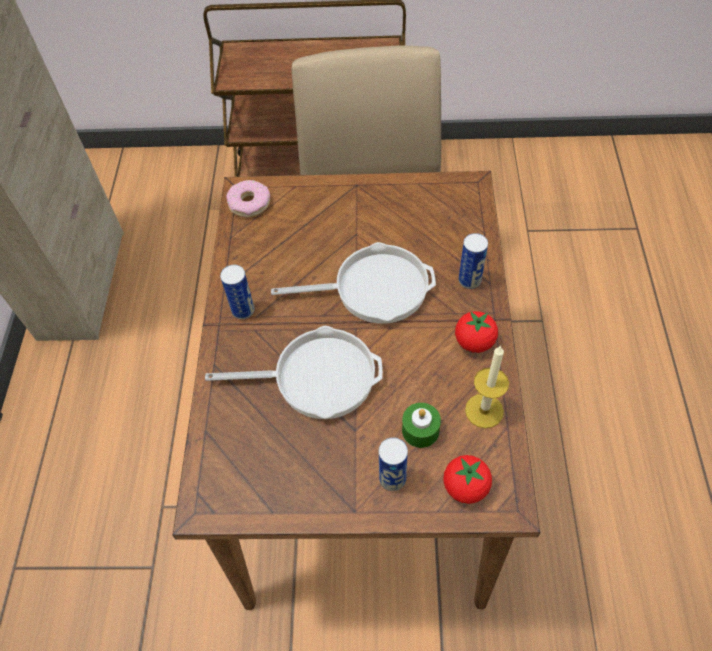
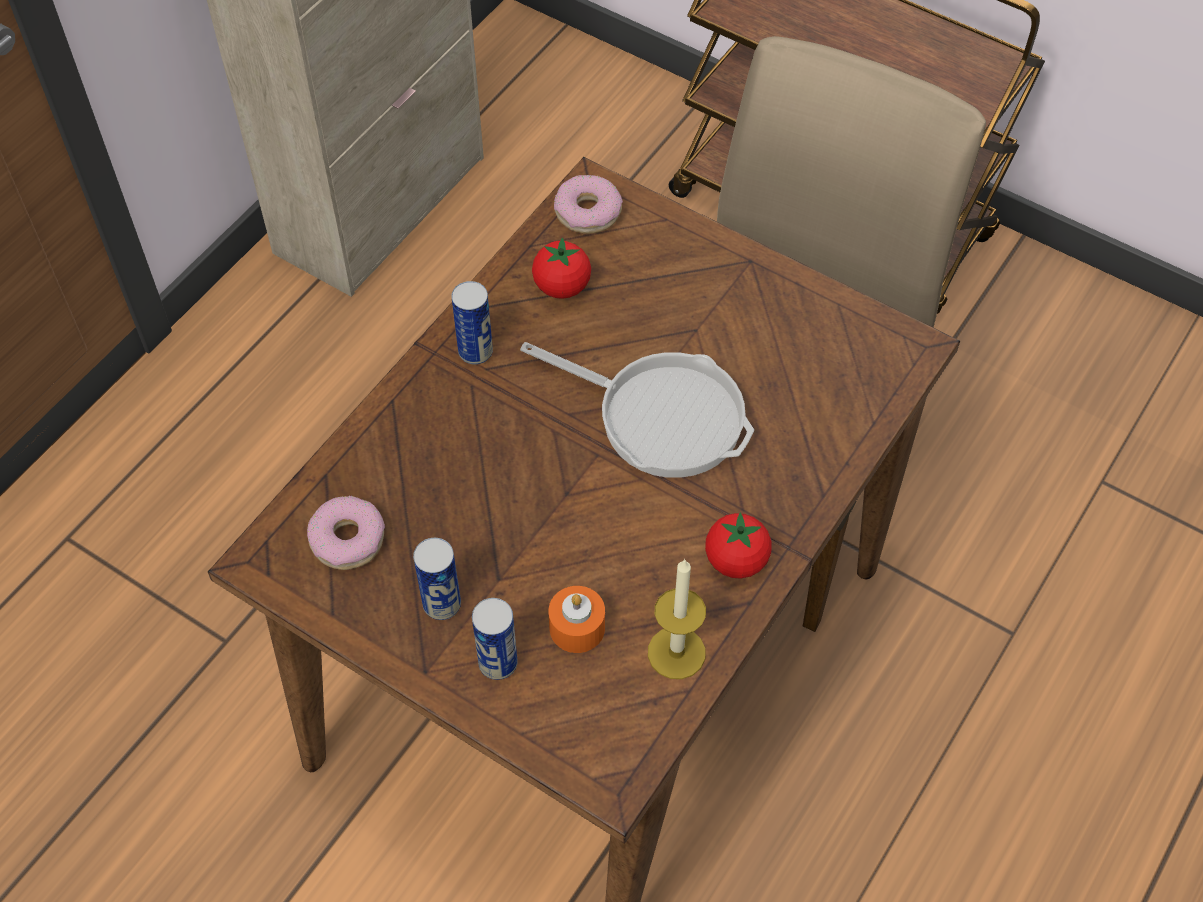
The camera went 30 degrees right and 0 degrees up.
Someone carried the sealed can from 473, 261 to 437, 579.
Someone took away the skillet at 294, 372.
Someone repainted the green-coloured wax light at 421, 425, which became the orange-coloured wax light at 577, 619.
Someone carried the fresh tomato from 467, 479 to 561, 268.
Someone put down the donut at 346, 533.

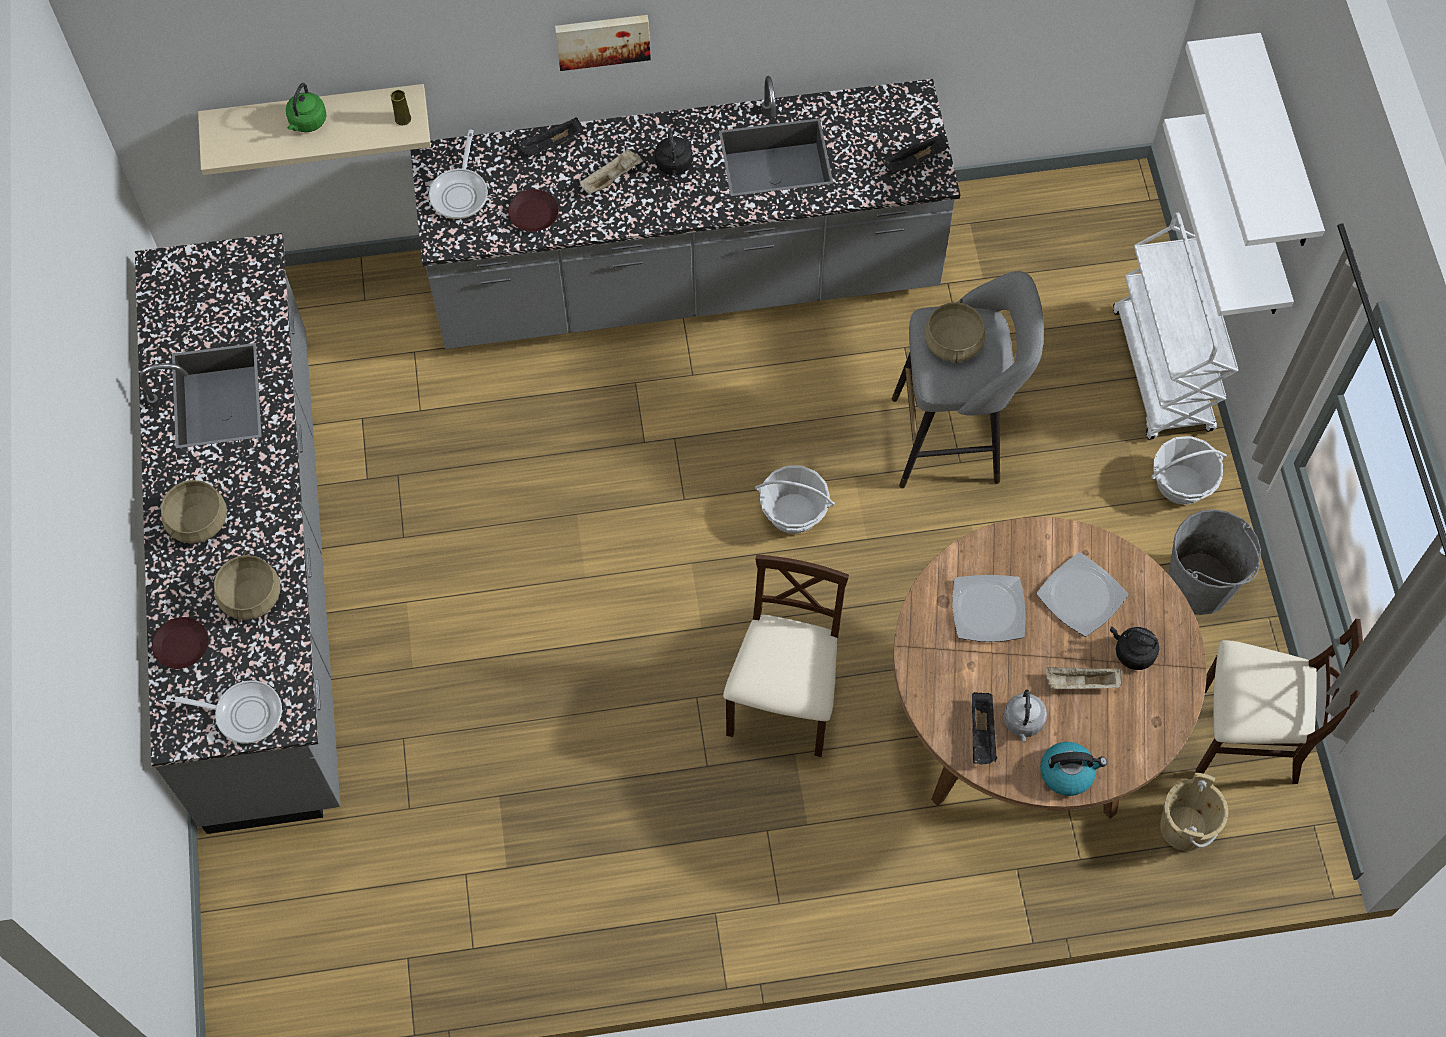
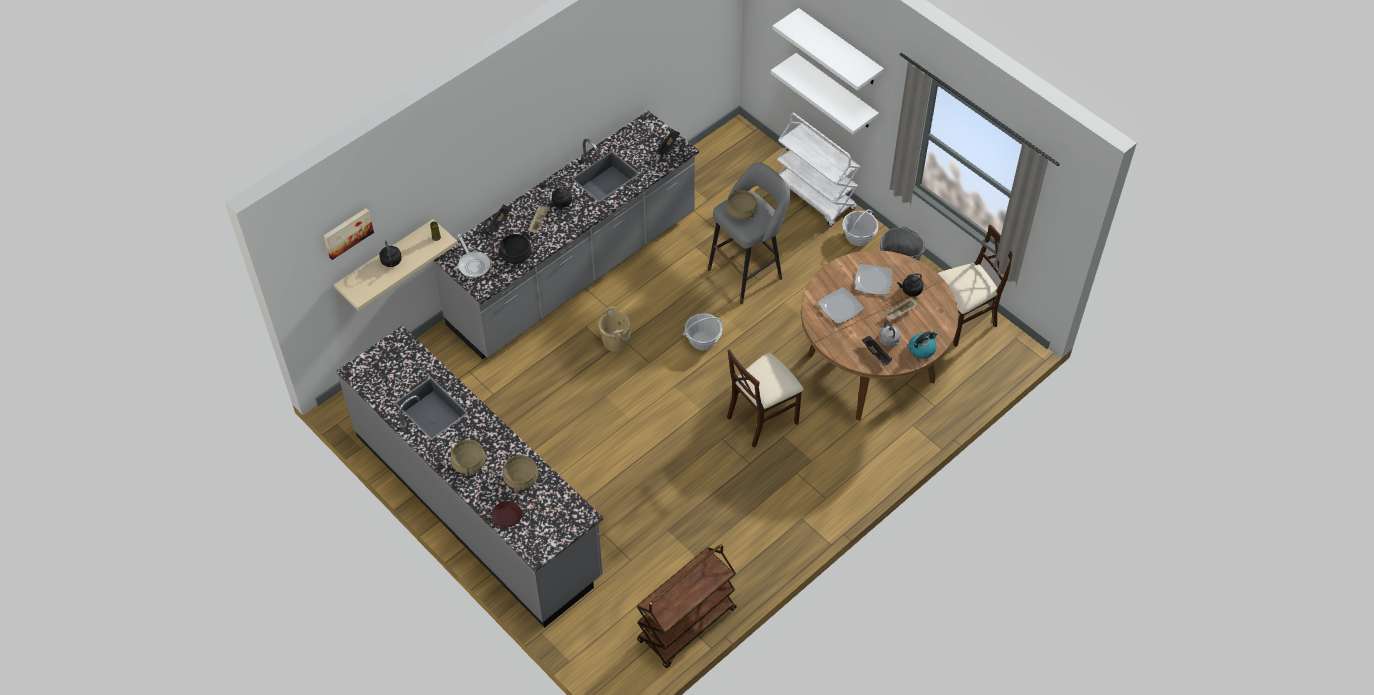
The camera went 35 degrees left and 10 degrees down.
Someone carried the picture from 603, 43 to 348, 234.
Someone repainted the green-coloured kettle at 306, 107, which became the black-coloured kettle at 391, 254.
Someone swapped the brownish plate at 533, 210 for the black-coloured stockpot at 515, 249.
Someone rotated the sand-coloured upright chair at 786, 656 by 105 degrees counterclockwise.
Someone took away the skillet at 224, 712.
Someone carried the sand-coloured bucket from 1194, 812 to 614, 328.
Someone put down the brownish cart at 686, 606.

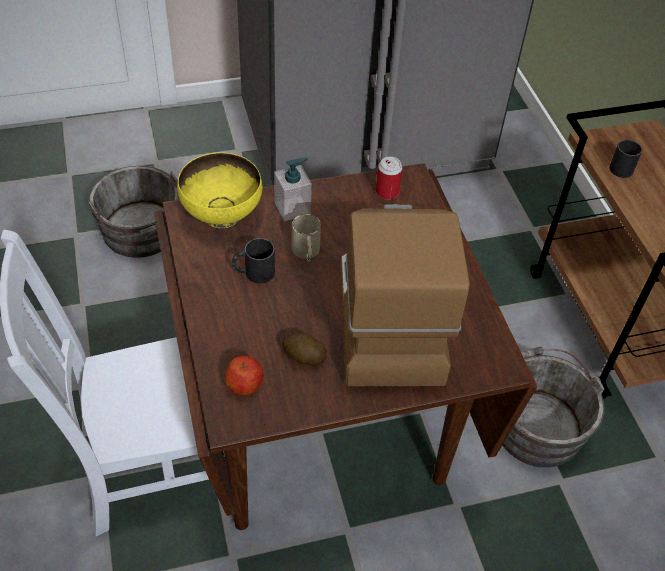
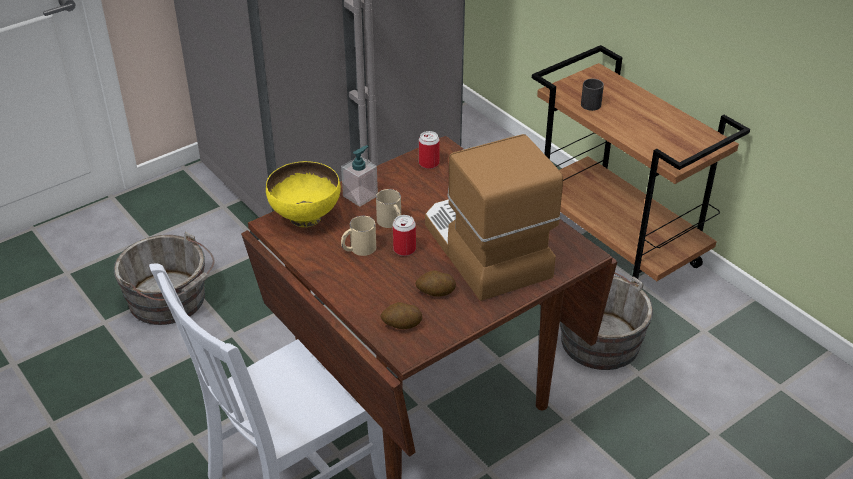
The camera went 20 degrees left and 10 degrees down.
Someone repainted the black-coloured tea mug at 253, 261, which became the sand-coloured tea mug at 358, 236.
Someone swapped the apple at 244, 375 for the potato at 401, 315.
Someone put down the sealed can at 404, 235.

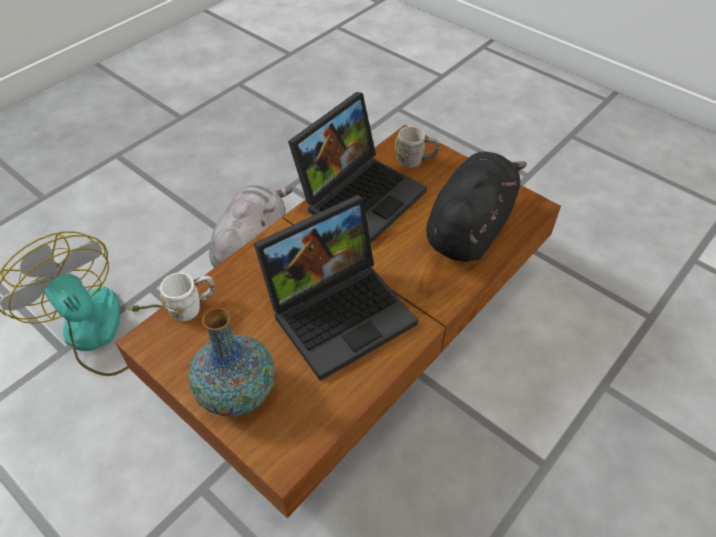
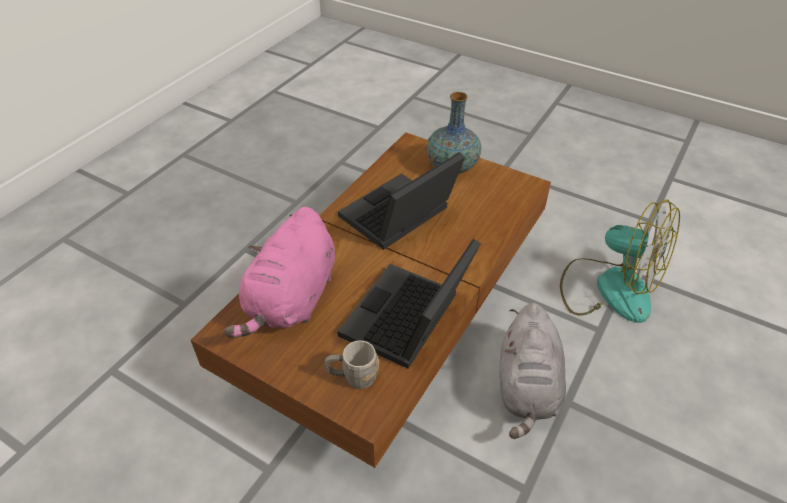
The camera went 170 degrees right and 5 degrees down.
Someone repainted the black-coloured cuddly toy at 476, 207, which became the pinkish cuddly toy at 279, 272.
Someone took away the white-coloured tea mug at 187, 297.

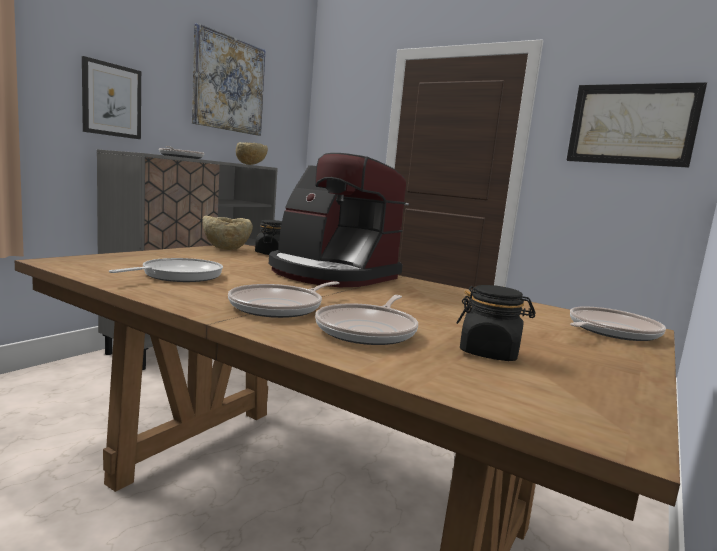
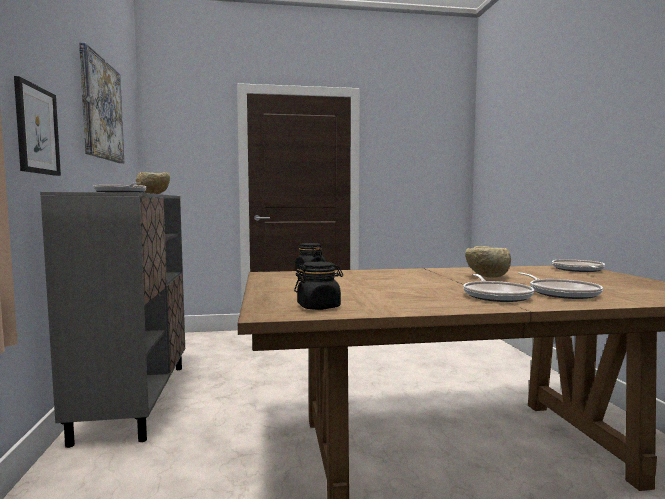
The camera went 40 degrees left and 5 degrees down.
Someone took away the picture at 636, 125.
Someone took away the coffee brewer at 337, 220.
Someone carried the sand-coloured serving bowl from 228, 232 to 488, 262.
Someone took away the skillet at 166, 270.
Someone carried the black-coloured jar from 496, 323 to 318, 286.

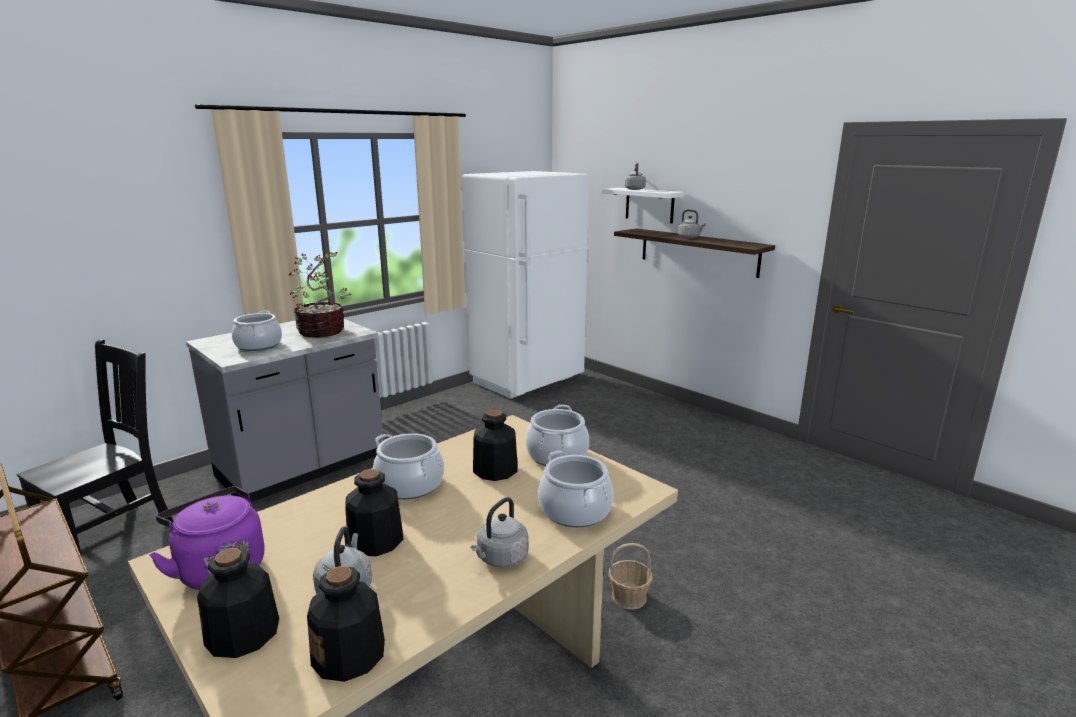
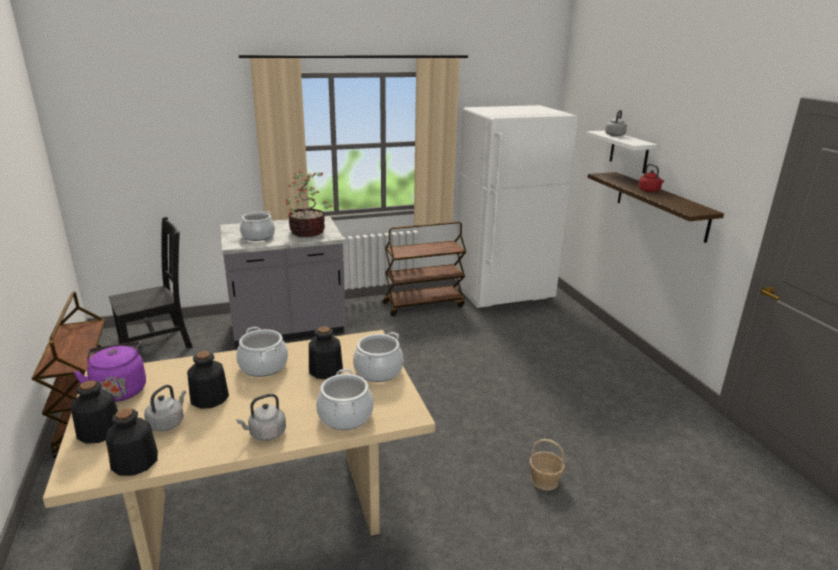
The camera went 25 degrees right and 5 degrees up.
Someone repainted the greyish kettle at 692, 224, which became the reddish kettle at 651, 178.
Someone carried the basket from 630, 576 to 547, 465.
Someone put down the brownish cart at 424, 269.

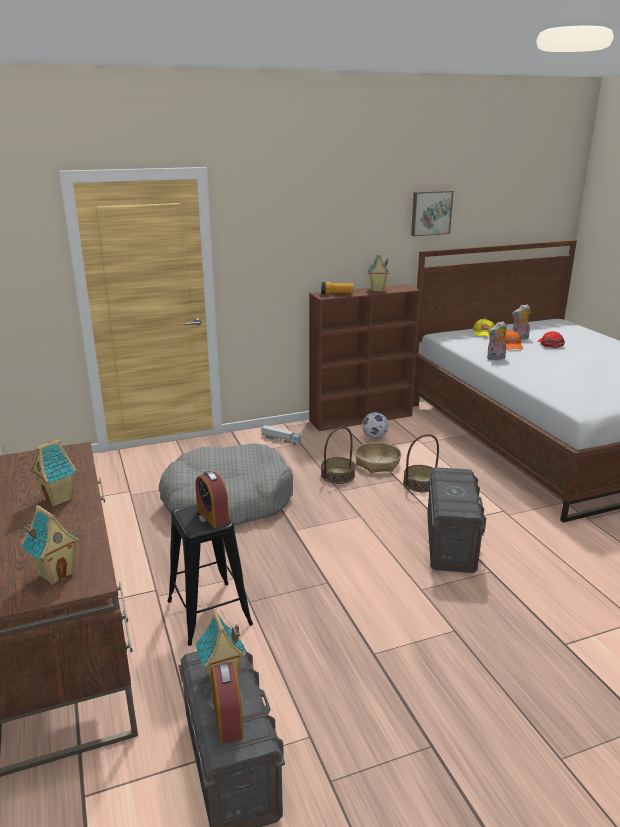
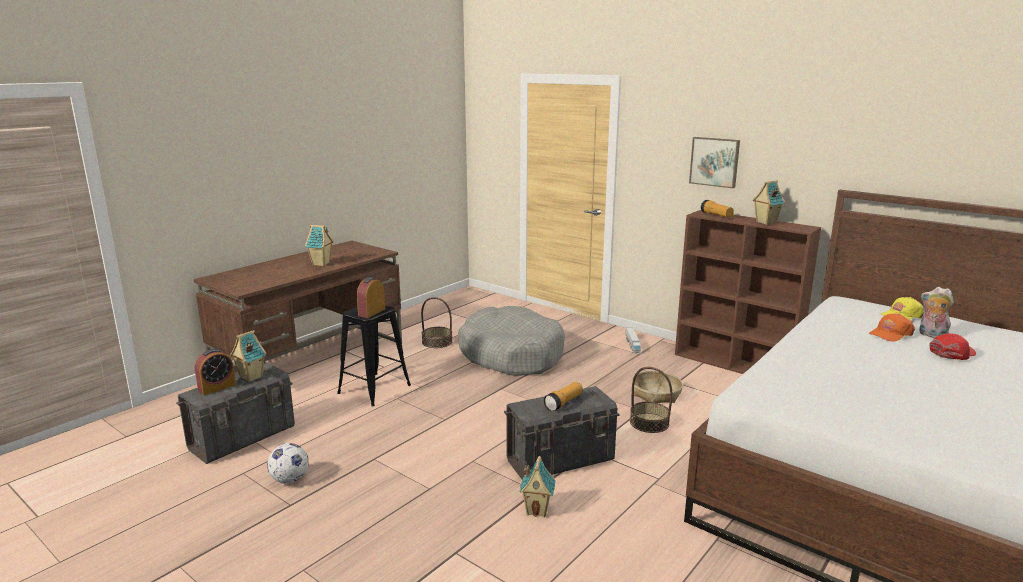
The camera went 60 degrees right and 5 degrees down.
Someone carried the picture from 432, 213 to 714, 162.
Someone took away the cuddly toy at 497, 340.
Someone carried the football ball from 375, 425 to 288, 463.
Someone carried the basket from 338, 455 to 437, 322.
Someone carried the model house from 50, 545 to 537, 486.
Someone put down the flashlight at 563, 397.

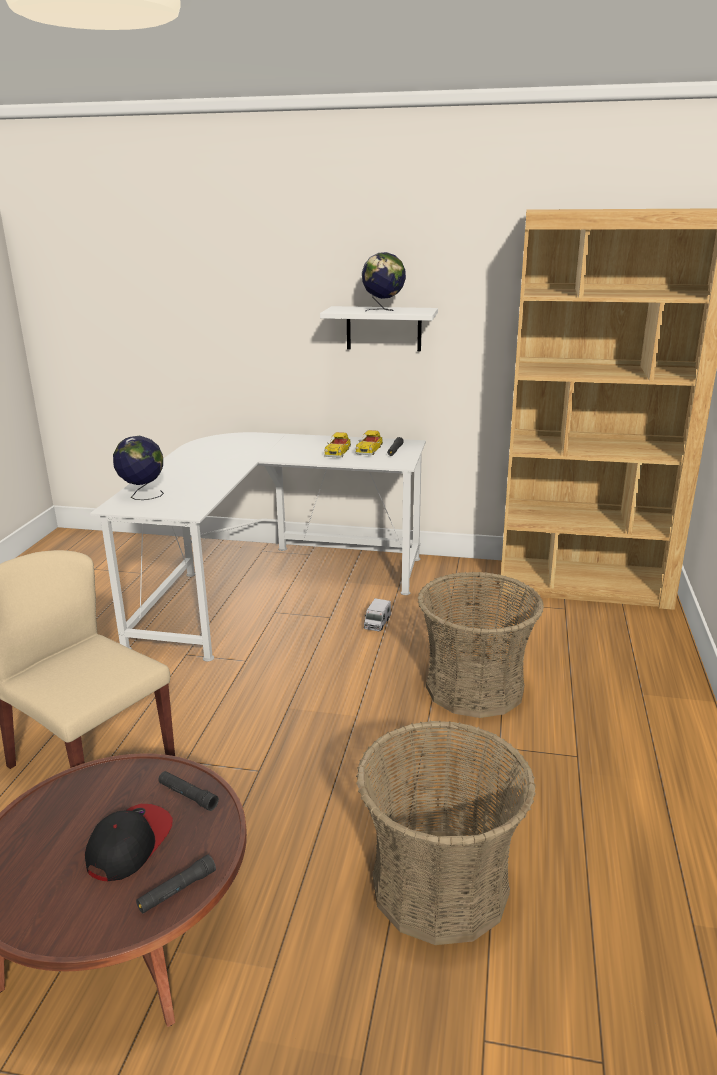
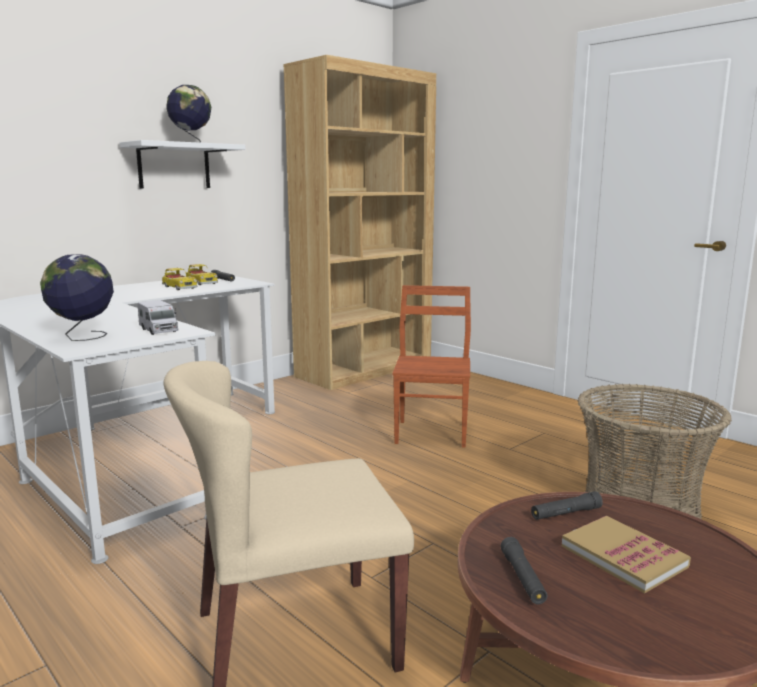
The camera went 55 degrees left and 10 degrees down.
Someone swapped the basket at 481, 645 for the brownish upright chair at 432, 366.
Someone carried the model truck from 377, 614 to 158, 317.
Someone swapped the baseball cap at 129, 842 for the bound book at 626, 554.
Someone carried the black-coloured flashlight from 176, 884 to 524, 570.

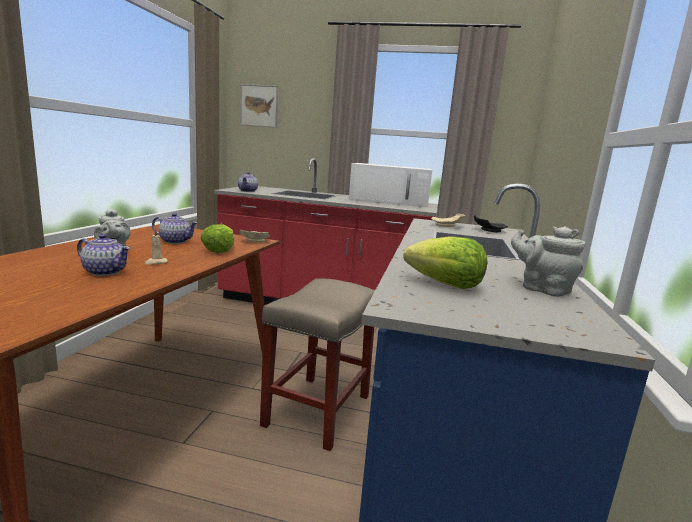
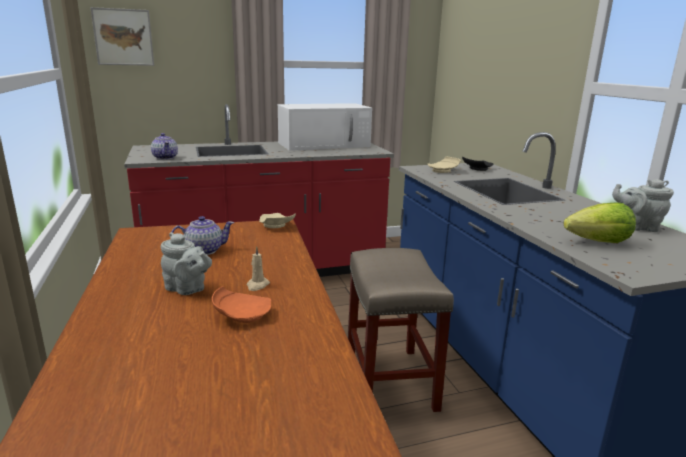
The camera went 30 degrees left and 5 degrees up.
Someone took away the head of lettuce at 217, 238.
Someone swapped the pot for tea at 104, 255 for the orange-coloured plate at 241, 304.

